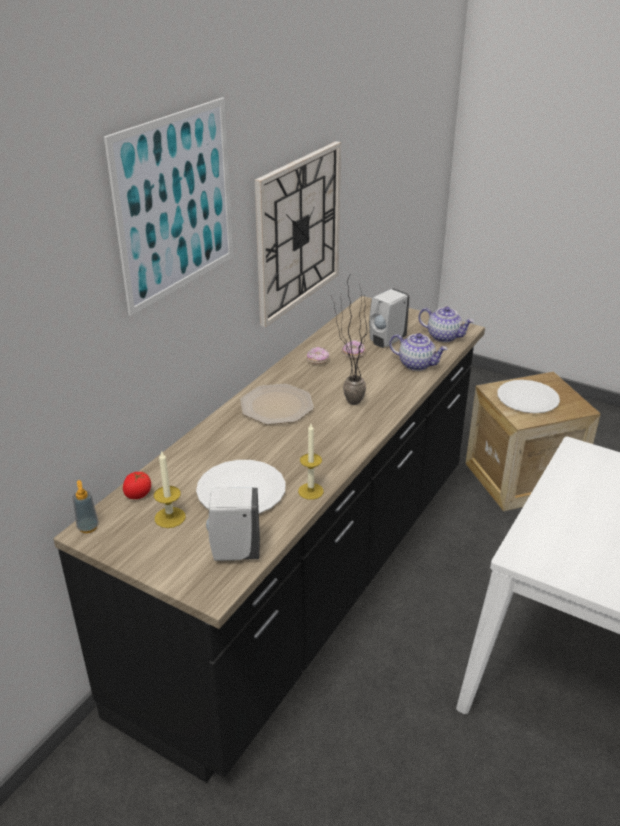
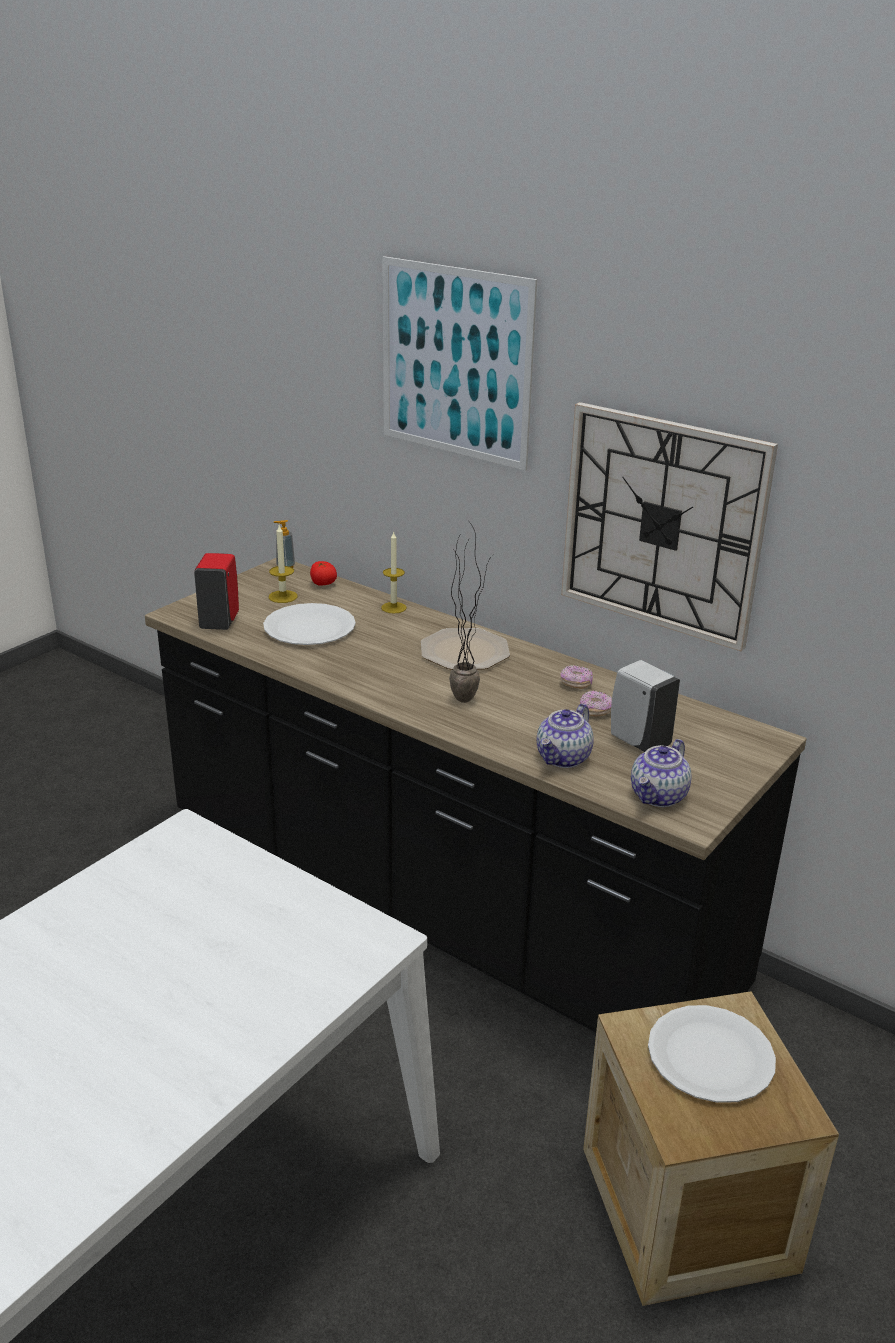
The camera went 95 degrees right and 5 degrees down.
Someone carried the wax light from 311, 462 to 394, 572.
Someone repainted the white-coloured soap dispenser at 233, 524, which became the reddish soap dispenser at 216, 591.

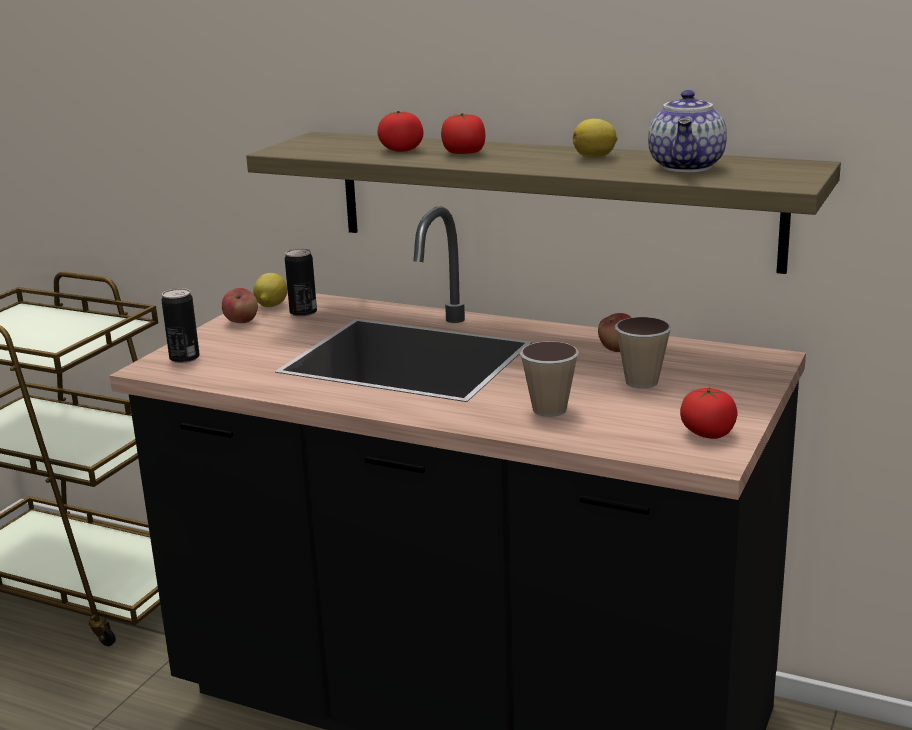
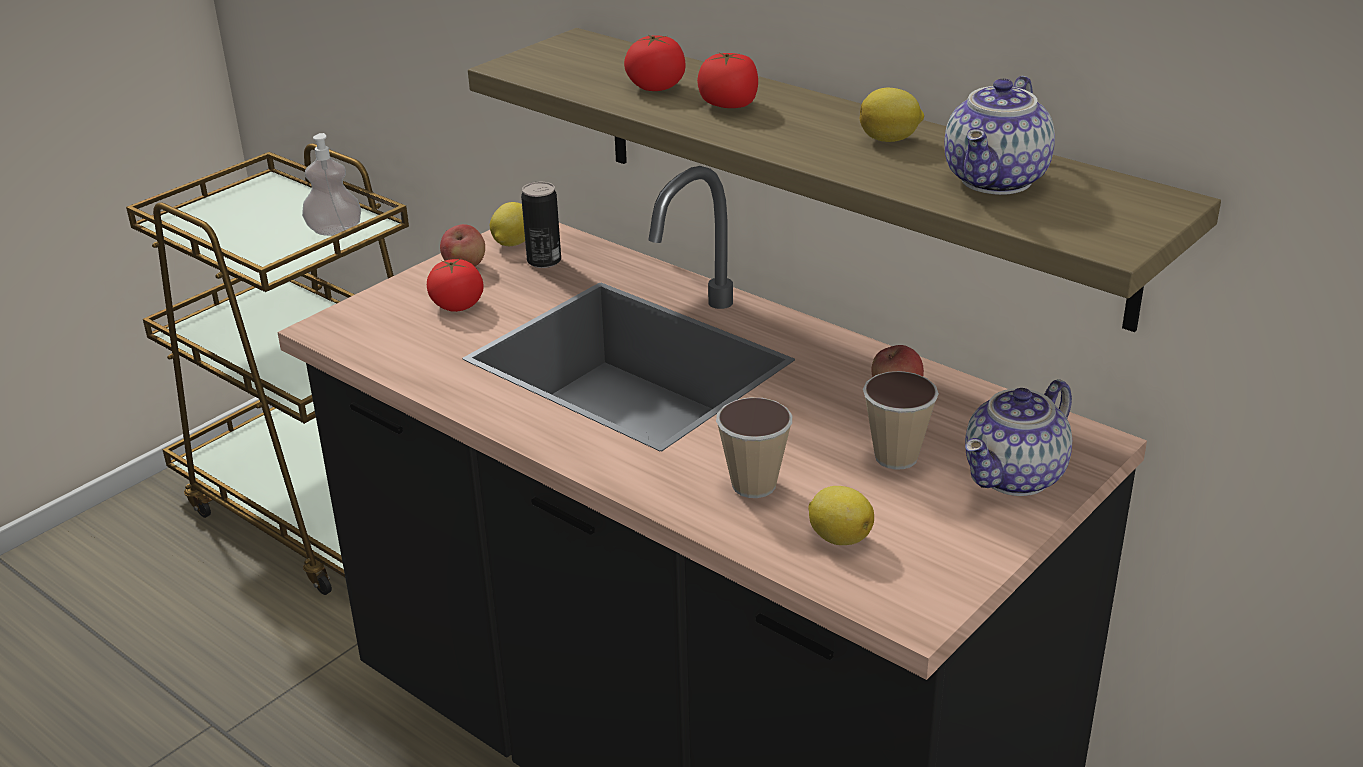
The camera went 15 degrees right and 10 degrees up.
Someone took away the sealed can at 181, 325.
Someone carried the fresh tomato from 709, 413 to 455, 285.
Someone put down the soap dispenser at 331, 184.
Someone put down the pot for tea at 1018, 437.
Someone put down the citrus fruit at 841, 515.

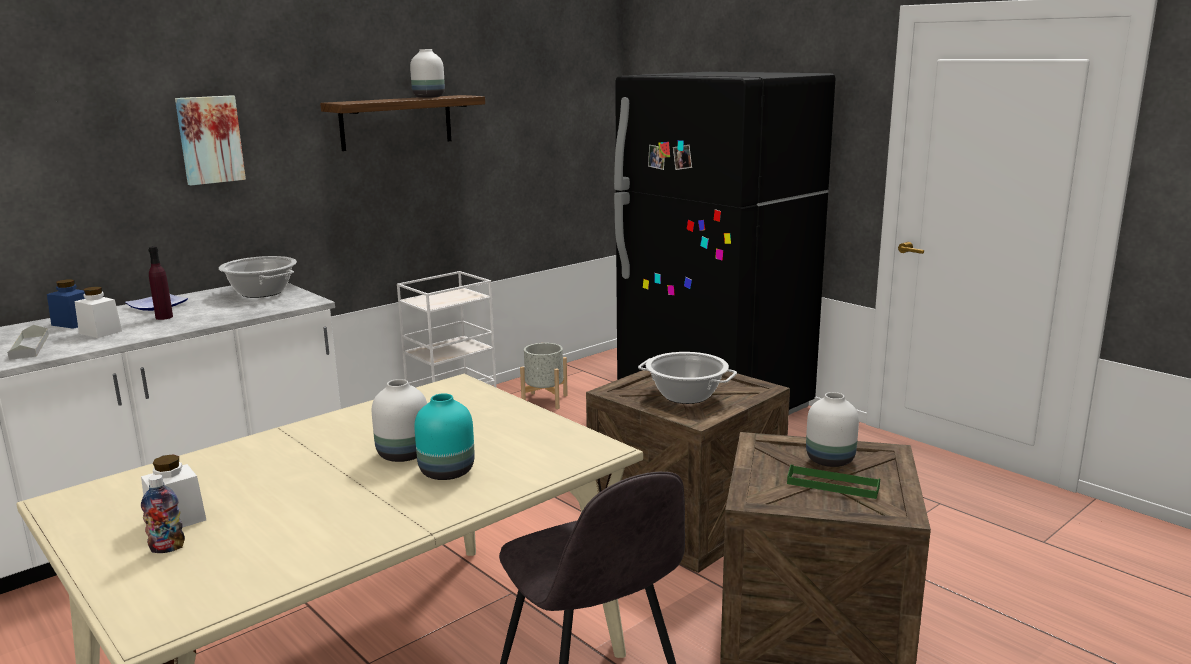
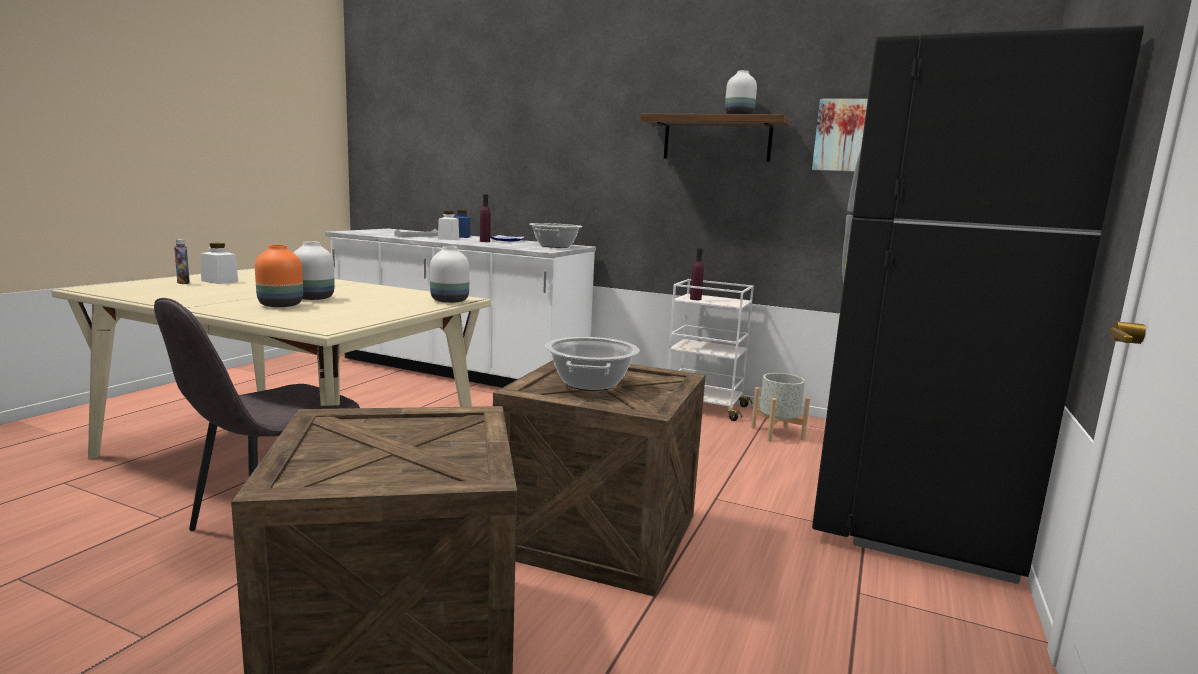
The camera went 65 degrees right and 5 degrees down.
Someone carried the picture from 210, 140 to 840, 135.
Someone carried the white-coloured flower vase from 832, 429 to 450, 274.
Someone repainted the turquoise flower vase at 444, 436, which became the orange-coloured flower vase at 279, 276.
Someone took away the green-coloured serving tray at 833, 482.
Someone put down the purple drink bottle at 697, 274.

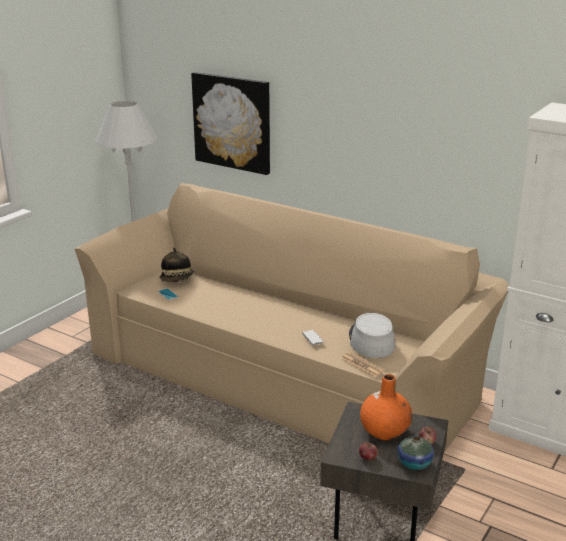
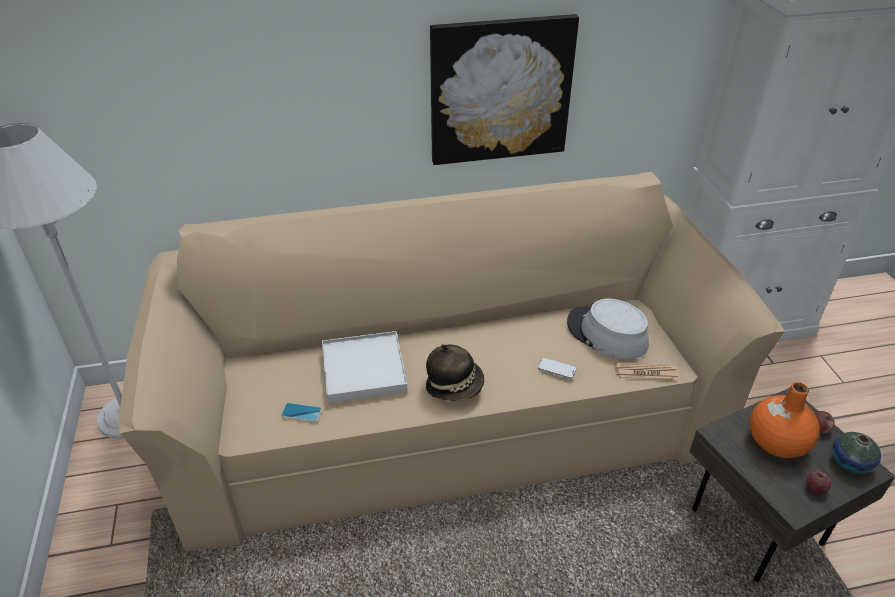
The camera went 45 degrees left and 15 degrees up.
Someone carried the picture from 230, 123 to 504, 89.
Someone carried the hat from 176, 265 to 455, 373.
Someone put down the white-coloured serving tray at 365, 367.

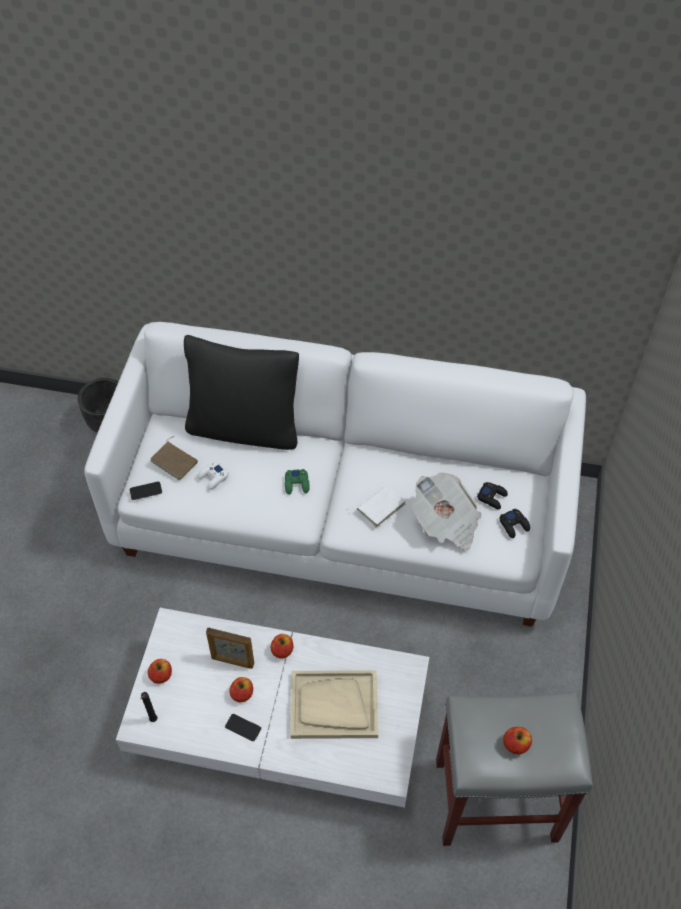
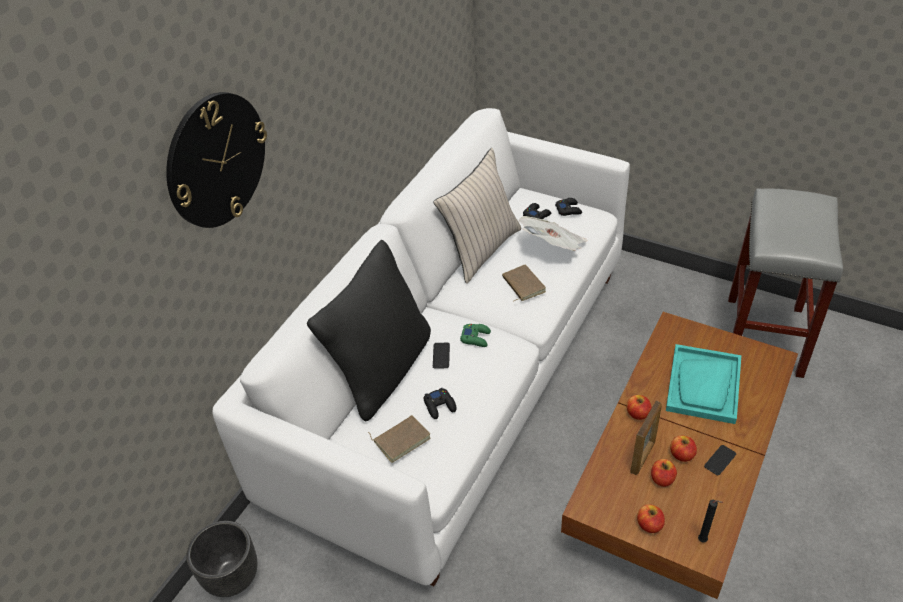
The camera went 70 degrees left and 10 degrees down.
Someone repainted the white-coloured joypad at 213, 476, which became the black-coloured joypad at 440, 403.
Someone carried the phone from 146, 491 to 441, 356.
Someone repainted the white-coloured bound book at 378, 506, which became the brownish bound book at 524, 283.
Someone repainted the white-coloured lounge table at 272, 708, which became the brownish lounge table at 679, 455.
Someone repainted the sand-coloured serving tray at 334, 704, which became the turquoise serving tray at 703, 384.
Someone carried the apple from 517, 740 to 664, 473.
Someone put up the clock on the wall at 216, 160.
Someone put down the sand-coloured cushion at 477, 216.

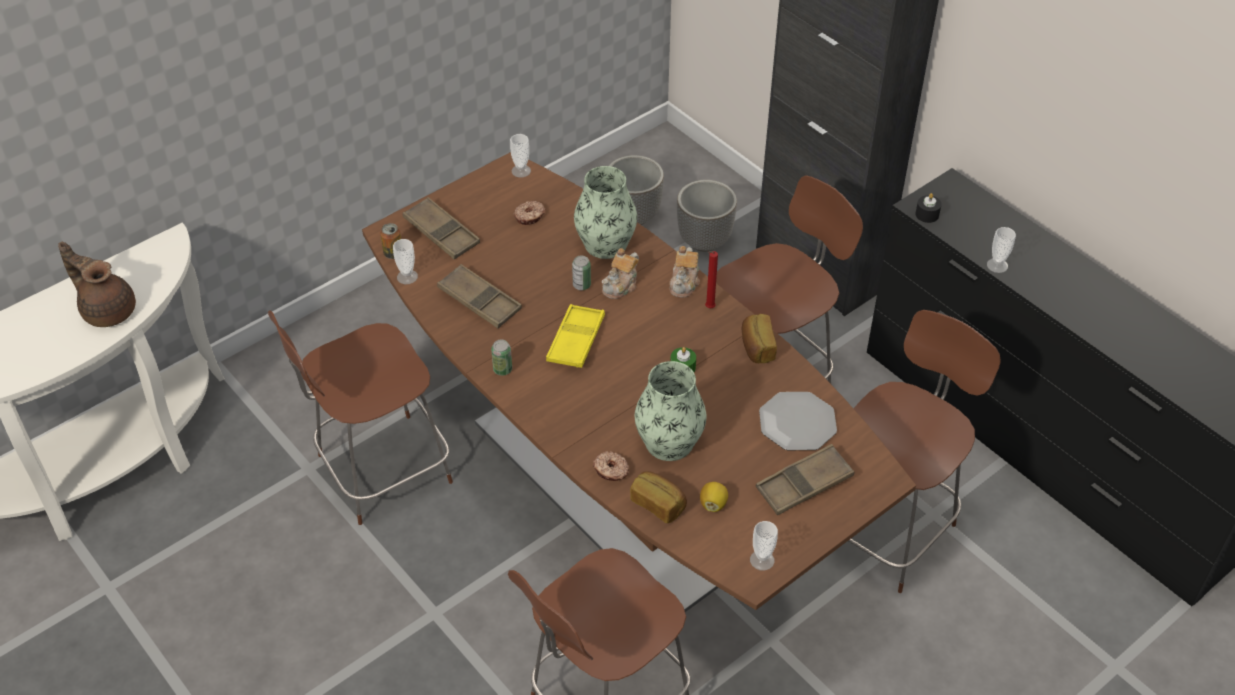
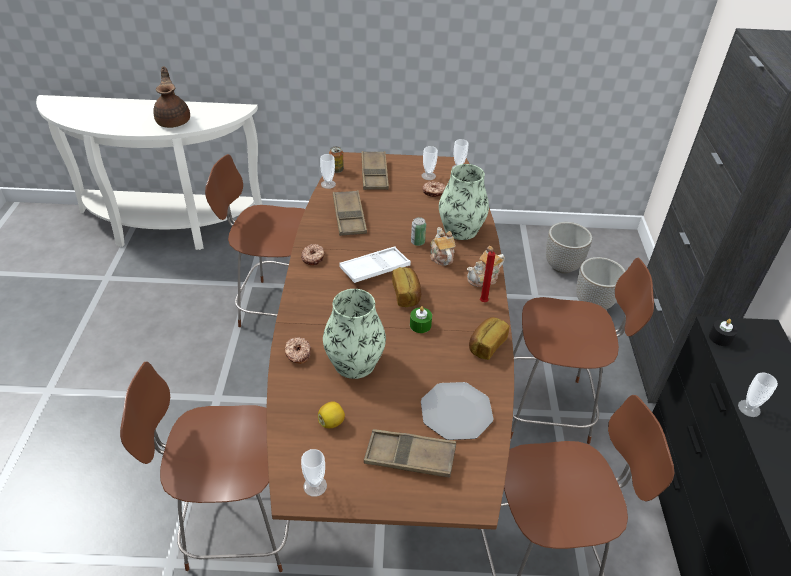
The camera went 40 degrees right and 5 degrees down.
Someone rotated the pot for tea at 620, 273 by 90 degrees clockwise.
Someone repainted the yellow-coloured serving tray at 575, 336, which became the white-coloured serving tray at 375, 264.
Someone swapped the sealed can at 501, 358 for the donut at 313, 254.
Someone carried the baked bread from 658, 497 to 406, 287.
Someone put down the cup at 430, 163.

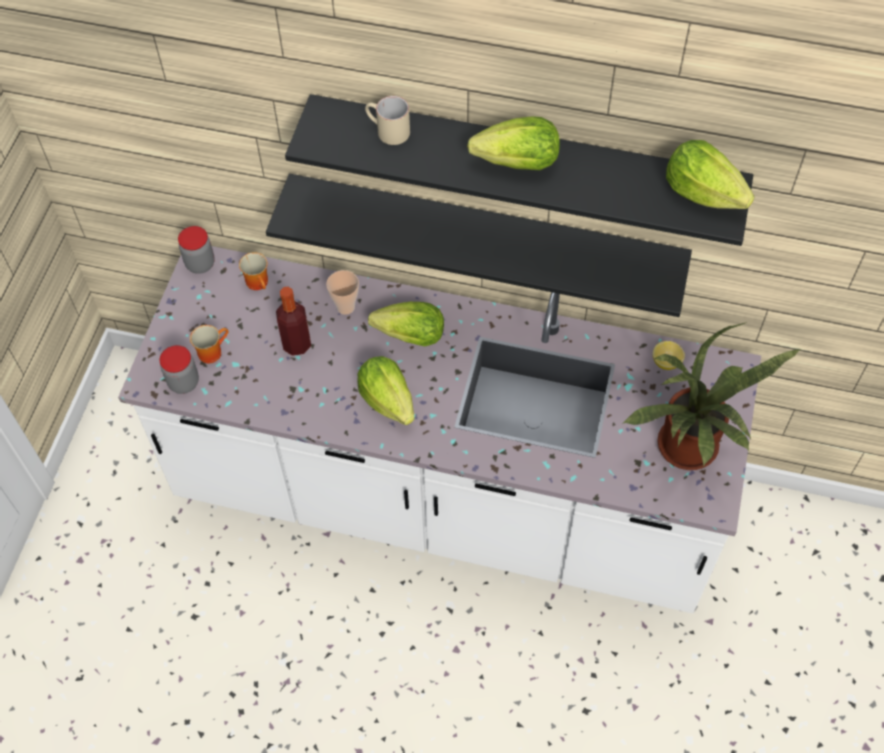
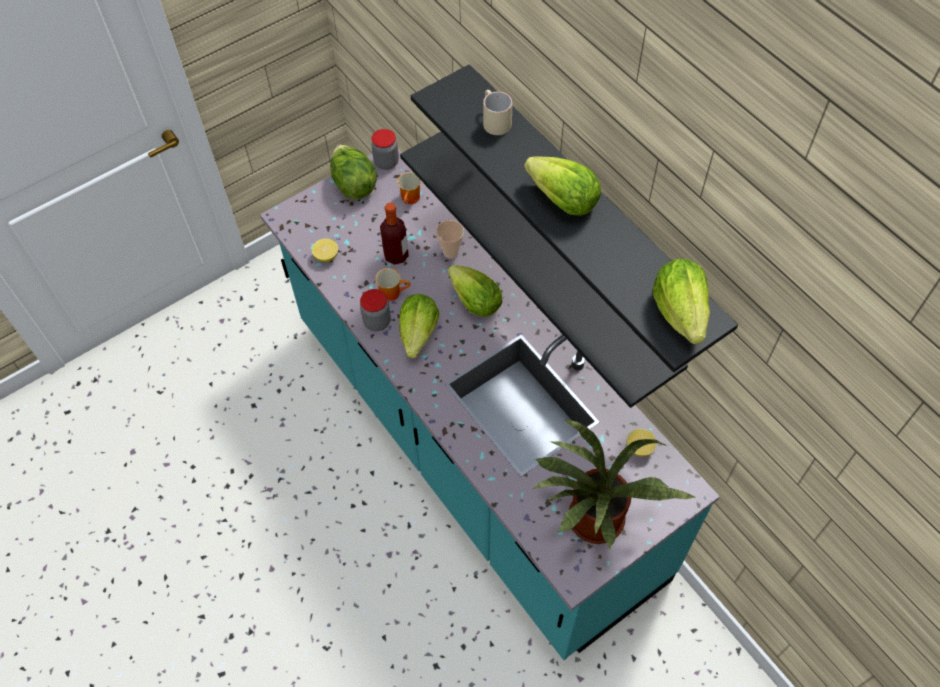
The camera went 40 degrees right and 0 degrees up.
Someone repainted the white-coloured kitchen counter at 439, 429, which became the turquoise kitchen counter at 490, 404.
Someone carried the tea mug from 209, 344 to 392, 284.
Someone carried the jar from 179, 369 to 375, 310.
Someone put down the head of lettuce at 353, 172.
Someone put down the citrus fruit at 325, 250.

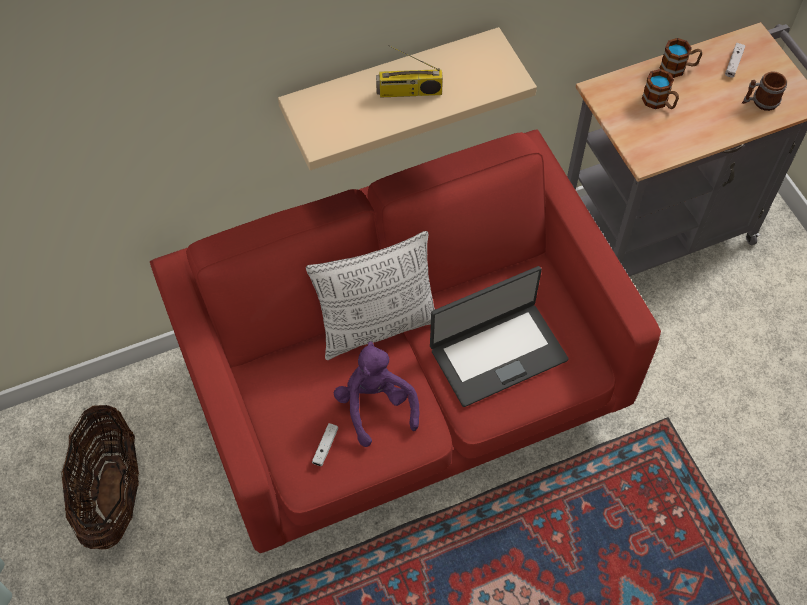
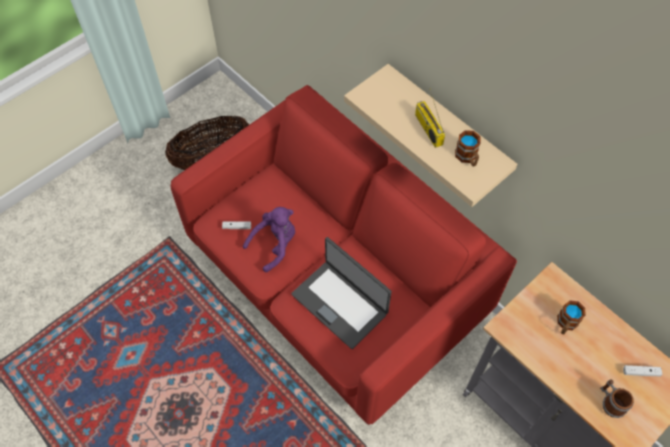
The camera went 70 degrees right and 0 degrees up.
Someone carried the tea mug from 680, 58 to 468, 148.
Someone took away the cushion at 370, 295.

